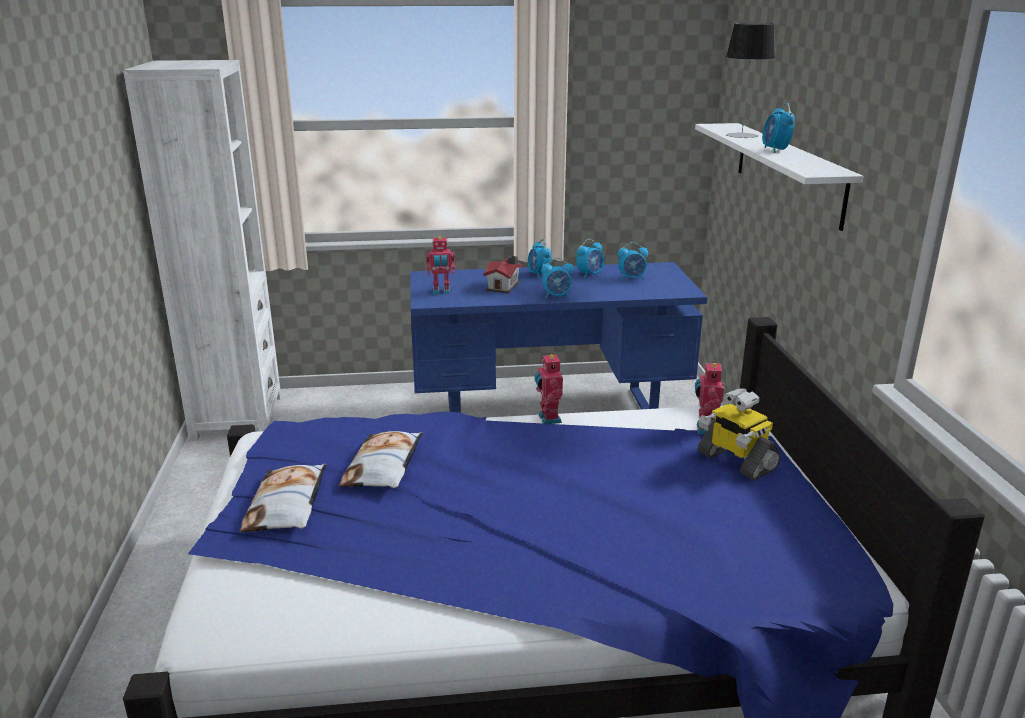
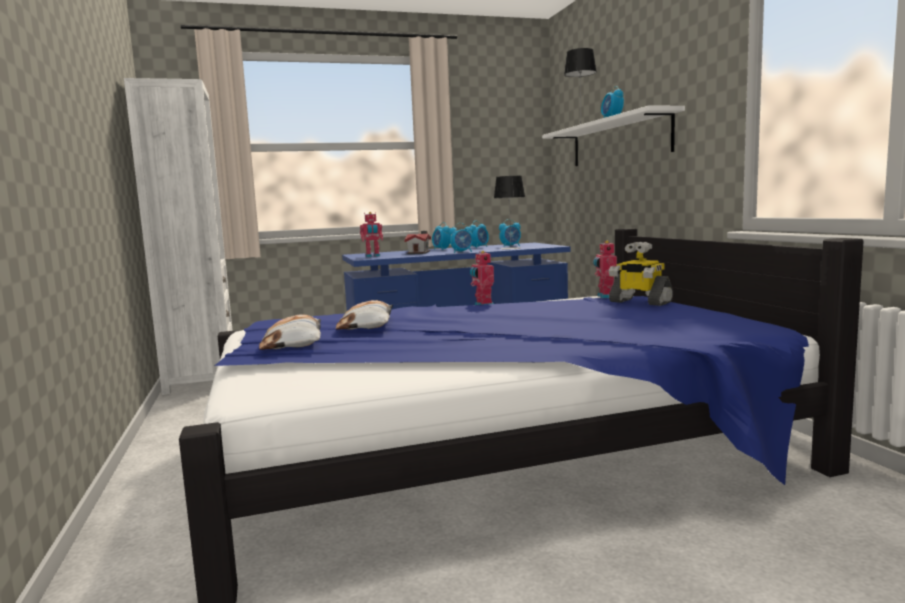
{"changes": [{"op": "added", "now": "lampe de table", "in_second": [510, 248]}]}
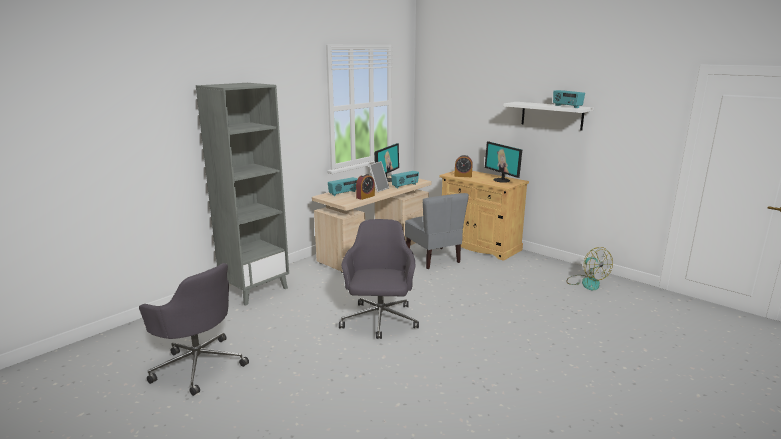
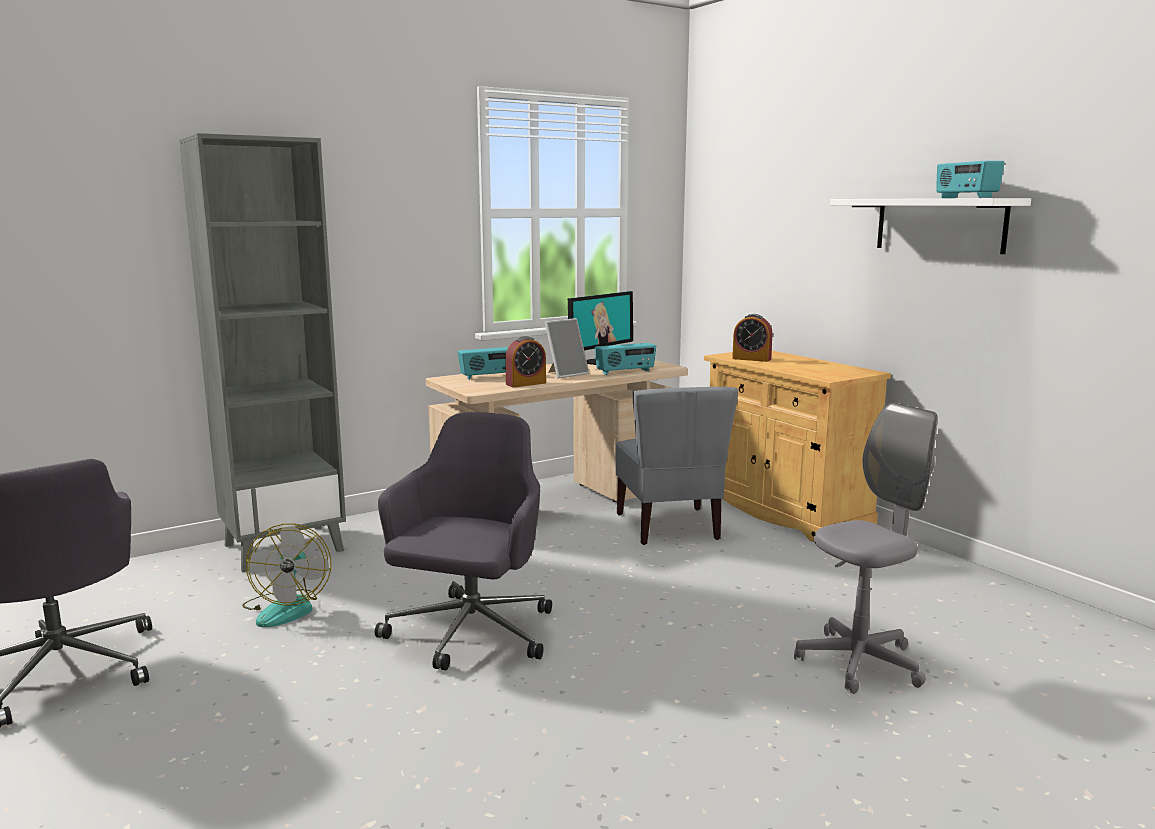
{"changes": [{"op": "removed", "was": "écran d'ordinateur", "in_first": [502, 180]}, {"op": "moved", "was": "ventilateur", "in_first": [586, 282], "in_second": [287, 608]}, {"op": "added", "now": "chaise de bureau (gris)", "in_second": [859, 663]}]}
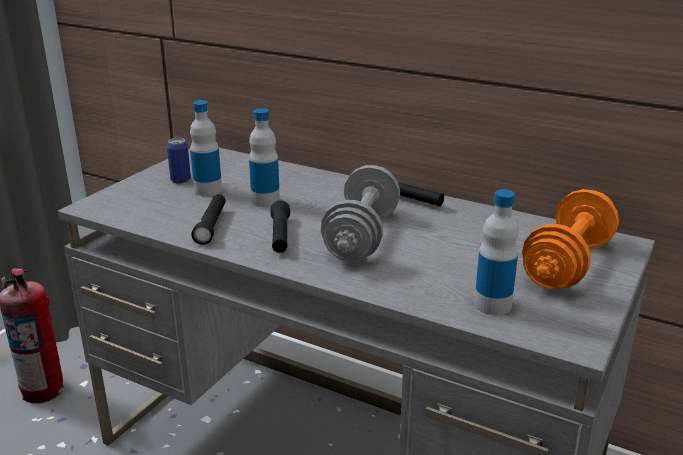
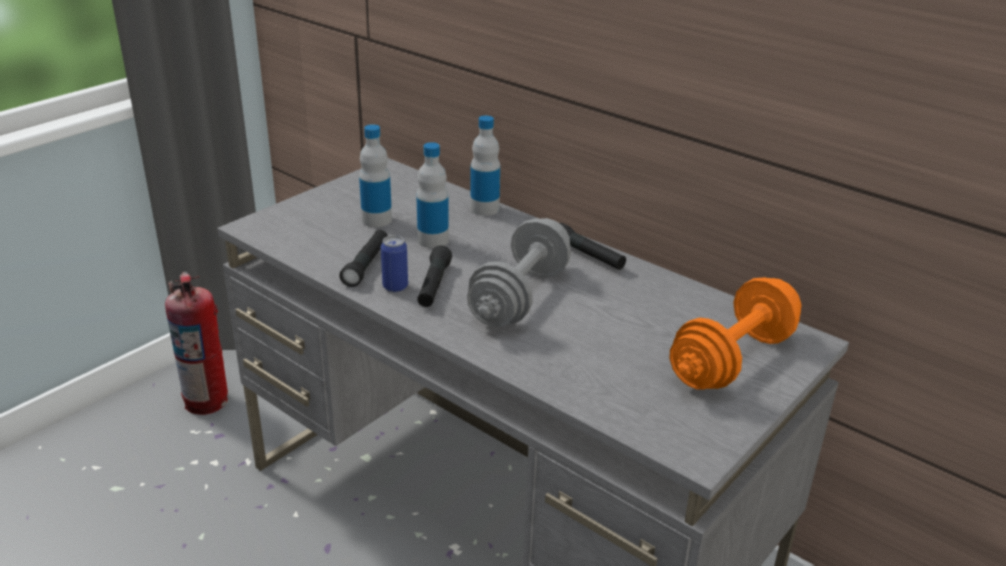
{"changes": [{"op": "moved", "was": "boîte métallique", "in_first": [180, 180], "in_second": [395, 287]}, {"op": "moved", "was": "bouteille", "in_first": [492, 305], "in_second": [484, 209]}]}
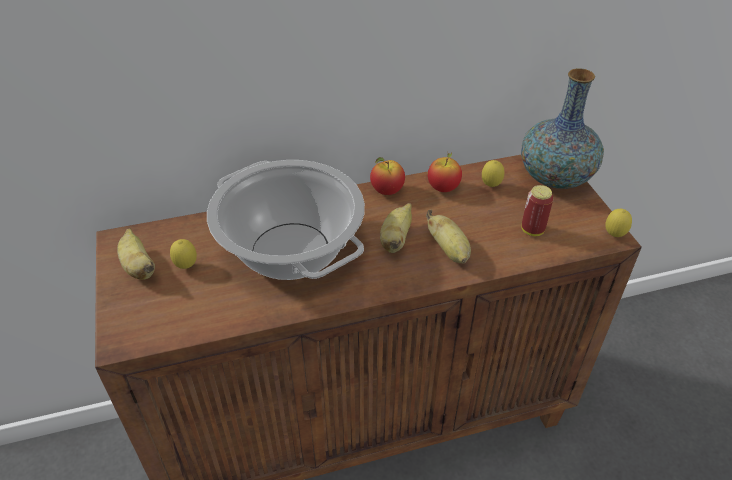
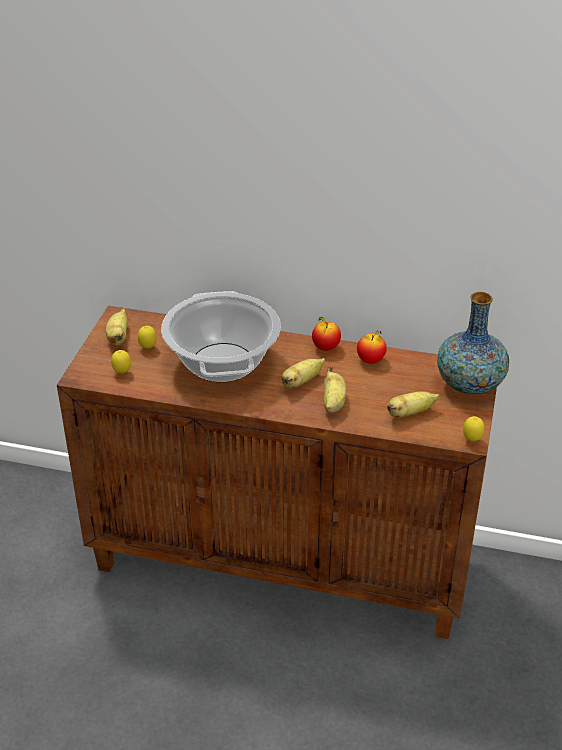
{"changes": [{"op": "moved", "was": "citron", "in_first": [490, 186], "in_second": [122, 372]}, {"op": "replaced", "was": "boîte métallique", "now": "banane", "in_first": [532, 230], "in_second": [410, 413]}]}
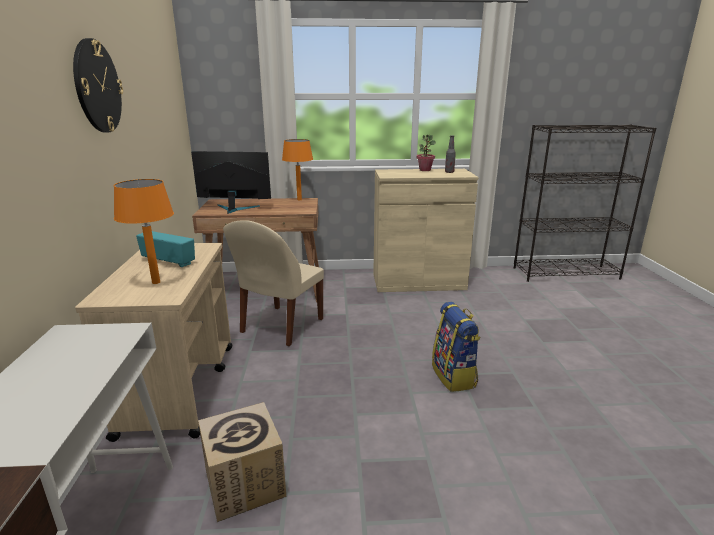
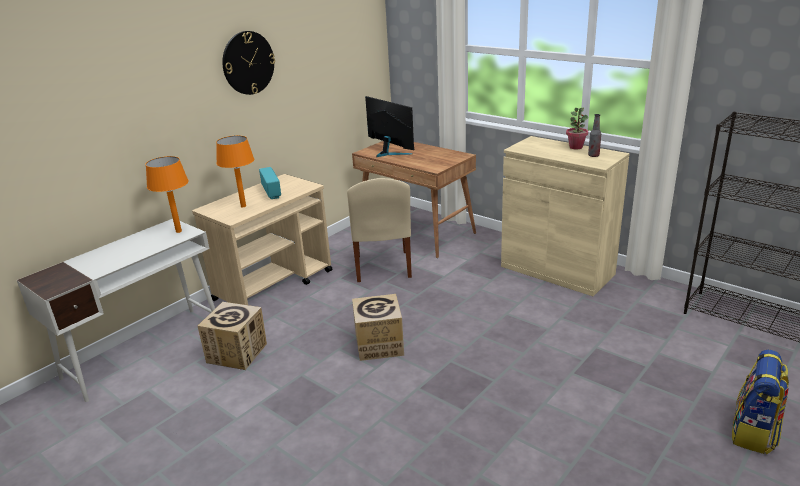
{"changes": [{"op": "moved", "was": "lampe de table (orange)", "in_first": [299, 199], "in_second": [178, 231]}, {"op": "turned", "was": "chaise (beige)", "in_first": [280, 326], "in_second": [382, 268], "clockwise": -75}, {"op": "moved", "was": "sac à dos", "in_first": [454, 376], "in_second": [754, 433]}, {"op": "added", "now": "carton", "in_second": [379, 345]}]}
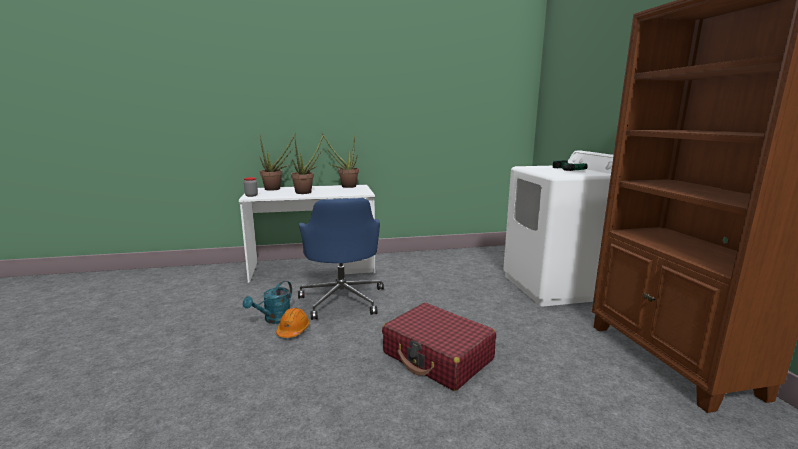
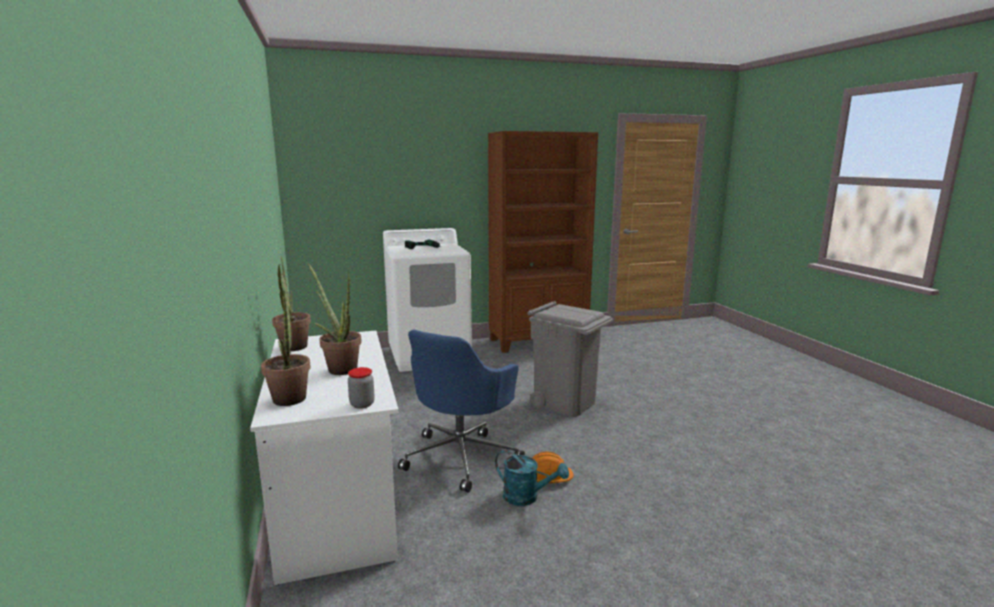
{"changes": [{"op": "turned", "was": "chaise de bureau (bleu)", "in_first": [342, 299], "in_second": [462, 456], "clockwise": 135}, {"op": "replaced", "was": "valise (rouge)", "now": "poubelle (gris)", "in_first": [438, 357], "in_second": [566, 403]}]}
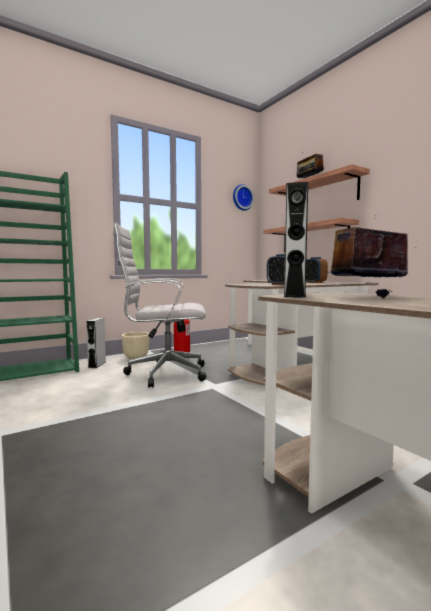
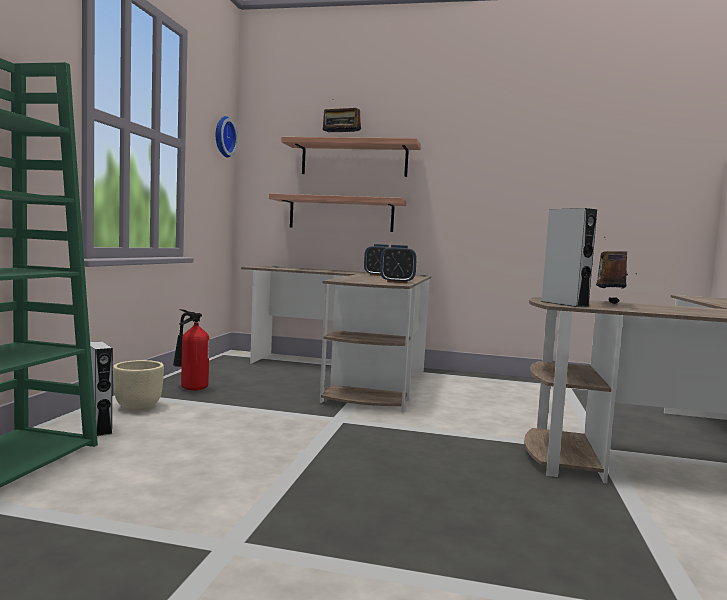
{"changes": [{"op": "removed", "was": "chaise de bureau (blanc)", "in_first": [163, 373]}]}
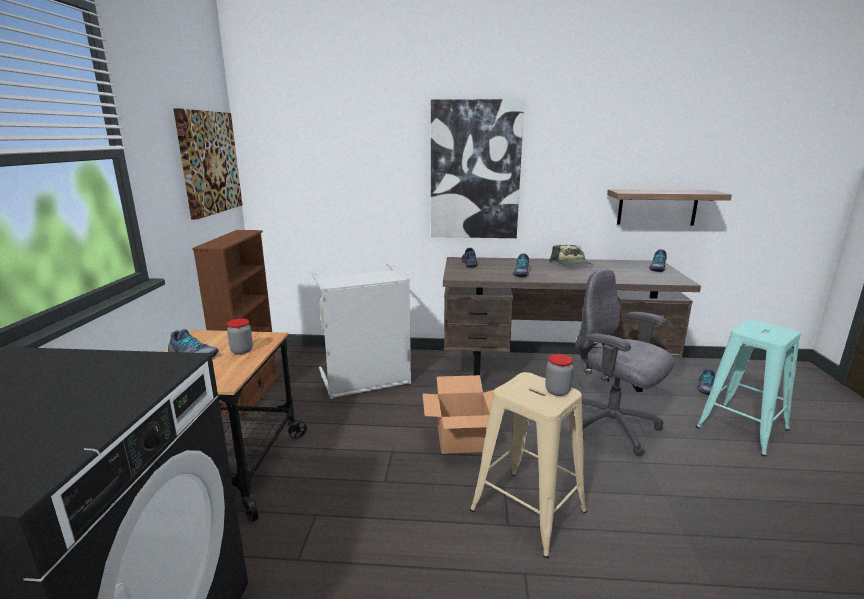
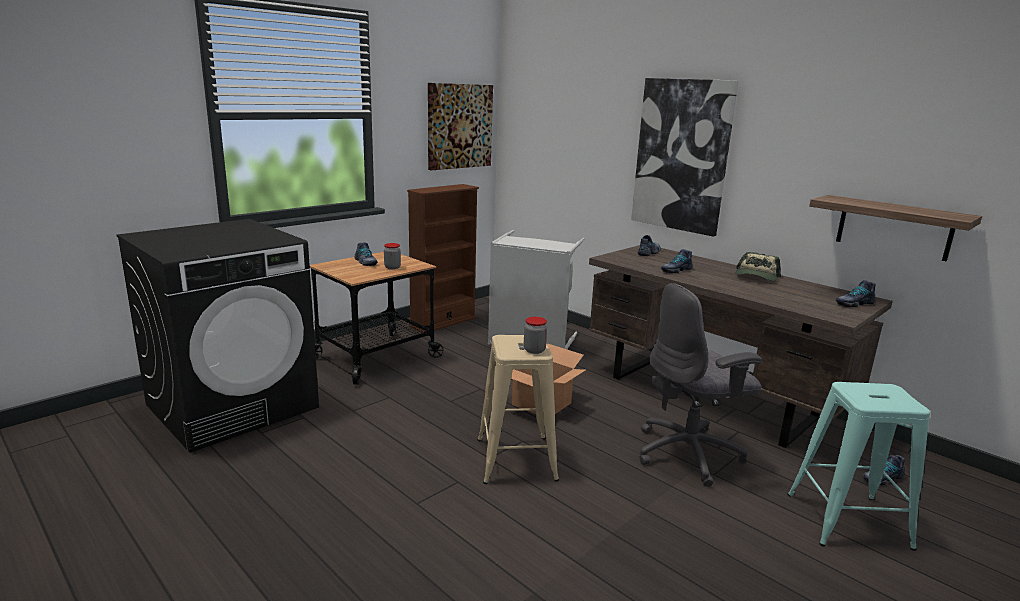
{"changes": [{"op": "turned", "was": "chaise de bureau (gris)", "in_first": [611, 428], "in_second": [689, 454], "clockwise": -105}]}
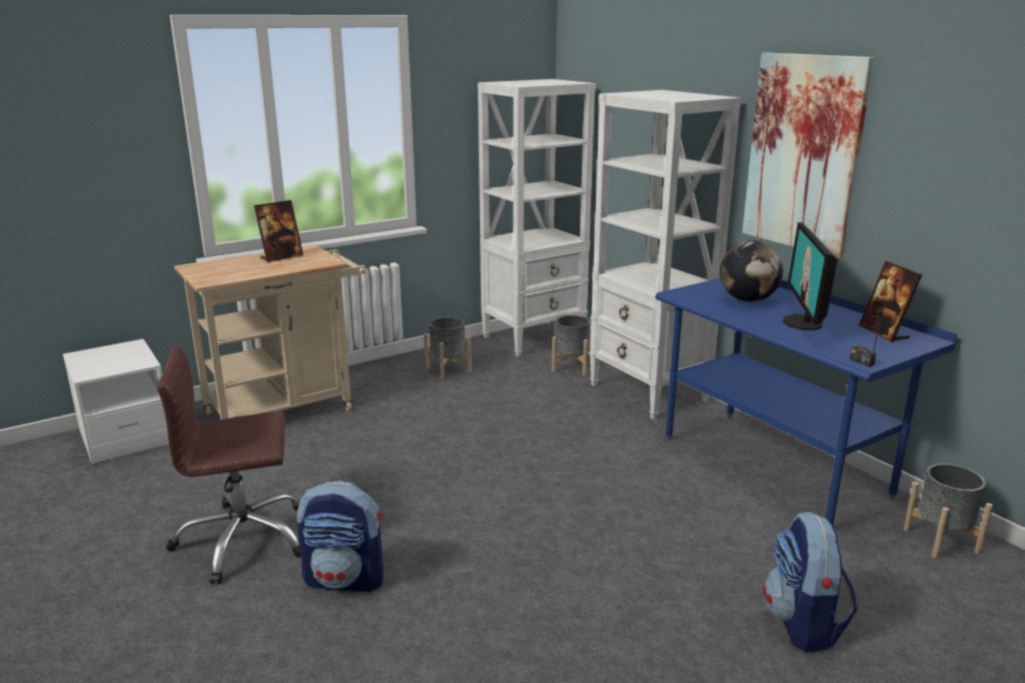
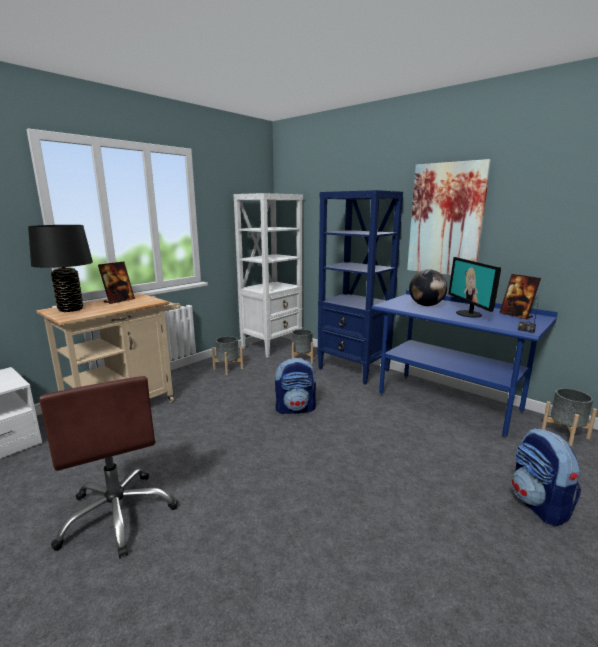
{"changes": [{"op": "recoloured", "was": "bibliothèque (blanc)", "now": "bibliothèque (bleu)", "in_first": [649, 393], "in_second": [354, 370]}, {"op": "turned", "was": "chaise de bureau (marron)", "in_first": [243, 540], "in_second": [118, 515], "clockwise": -90}, {"op": "moved", "was": "sac à dos", "in_first": [346, 579], "in_second": [295, 409]}, {"op": "added", "now": "lampe de table (noir)", "in_second": [71, 309]}]}
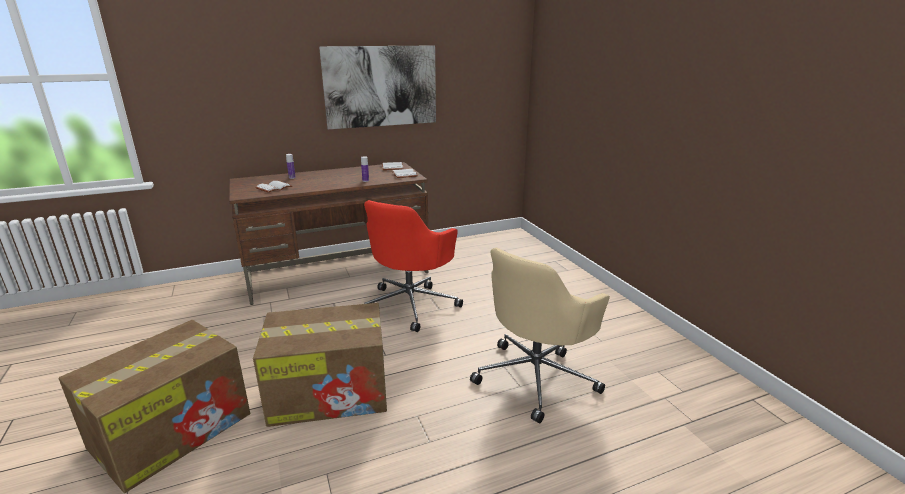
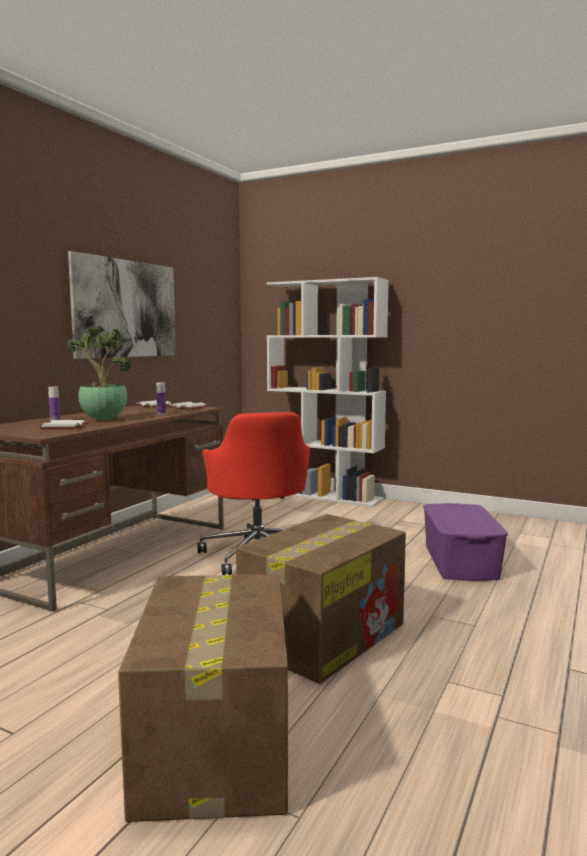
{"changes": [{"op": "replaced", "was": "chaise de bureau (beige)", "now": "boîte de rangement (violet)", "in_first": [536, 377], "in_second": [459, 561]}, {"op": "added", "now": "bibliothèque (blanc)", "in_second": [325, 496]}, {"op": "added", "now": "plante en pot", "in_second": [102, 419]}]}
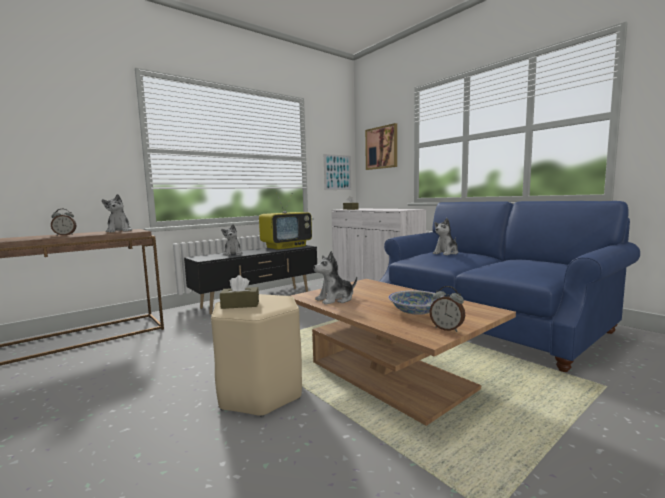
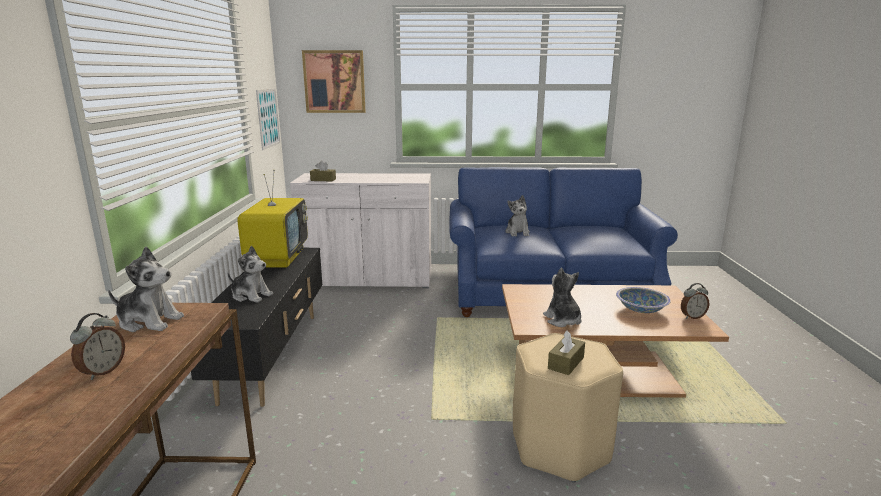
{"changes": [{"op": "turned", "was": "peluche", "in_first": [335, 299], "in_second": [562, 320], "clockwise": 150}]}
